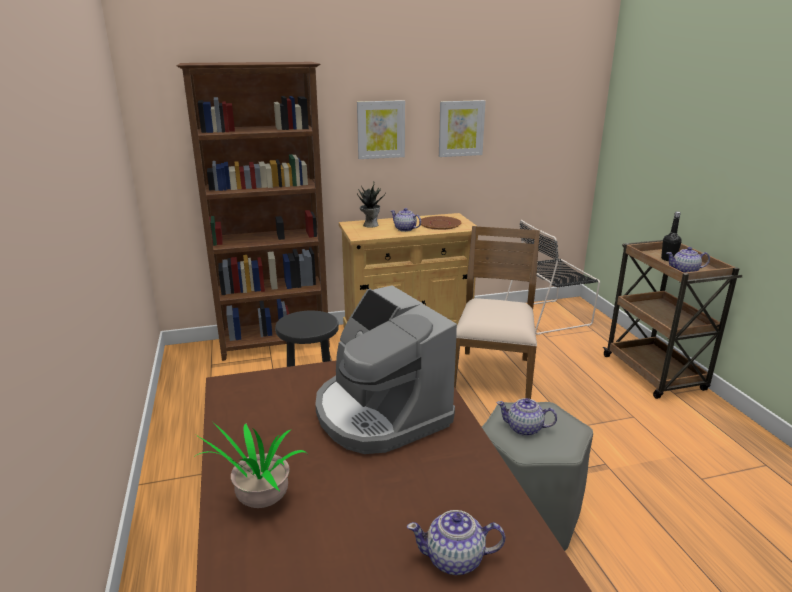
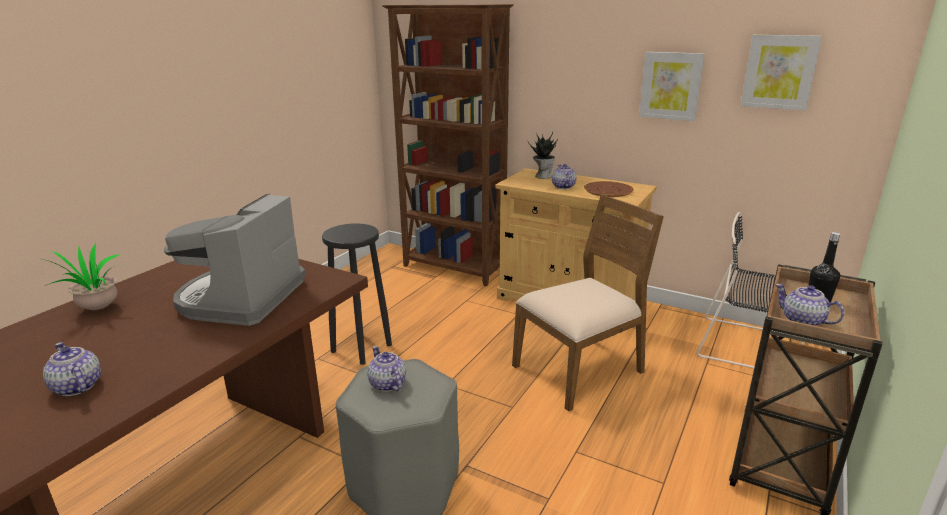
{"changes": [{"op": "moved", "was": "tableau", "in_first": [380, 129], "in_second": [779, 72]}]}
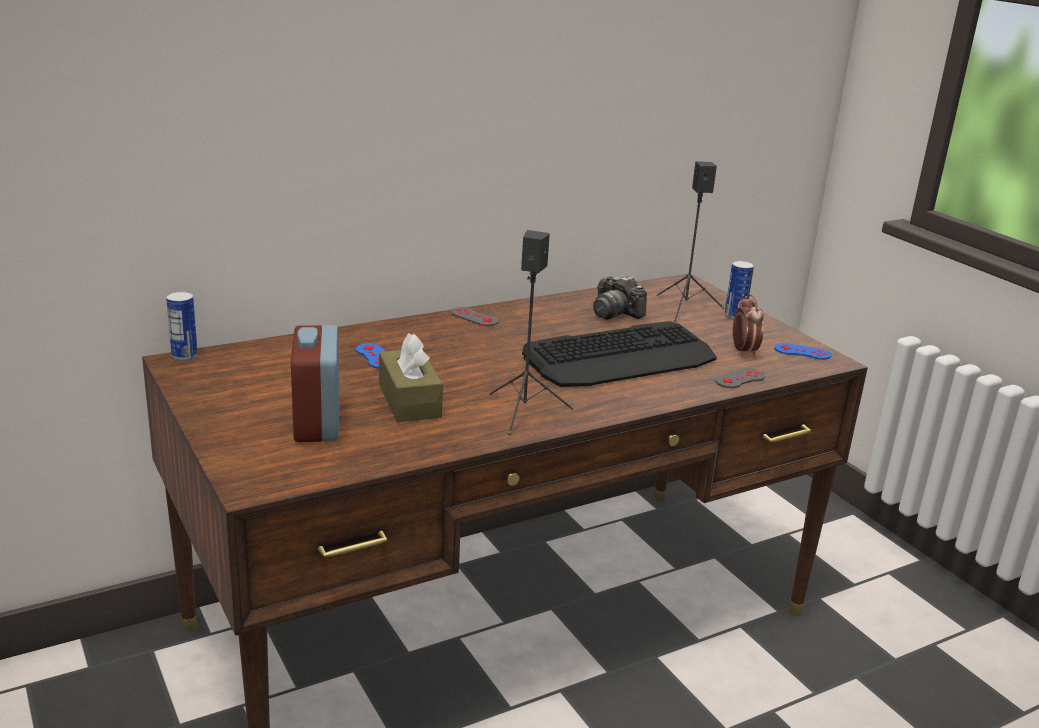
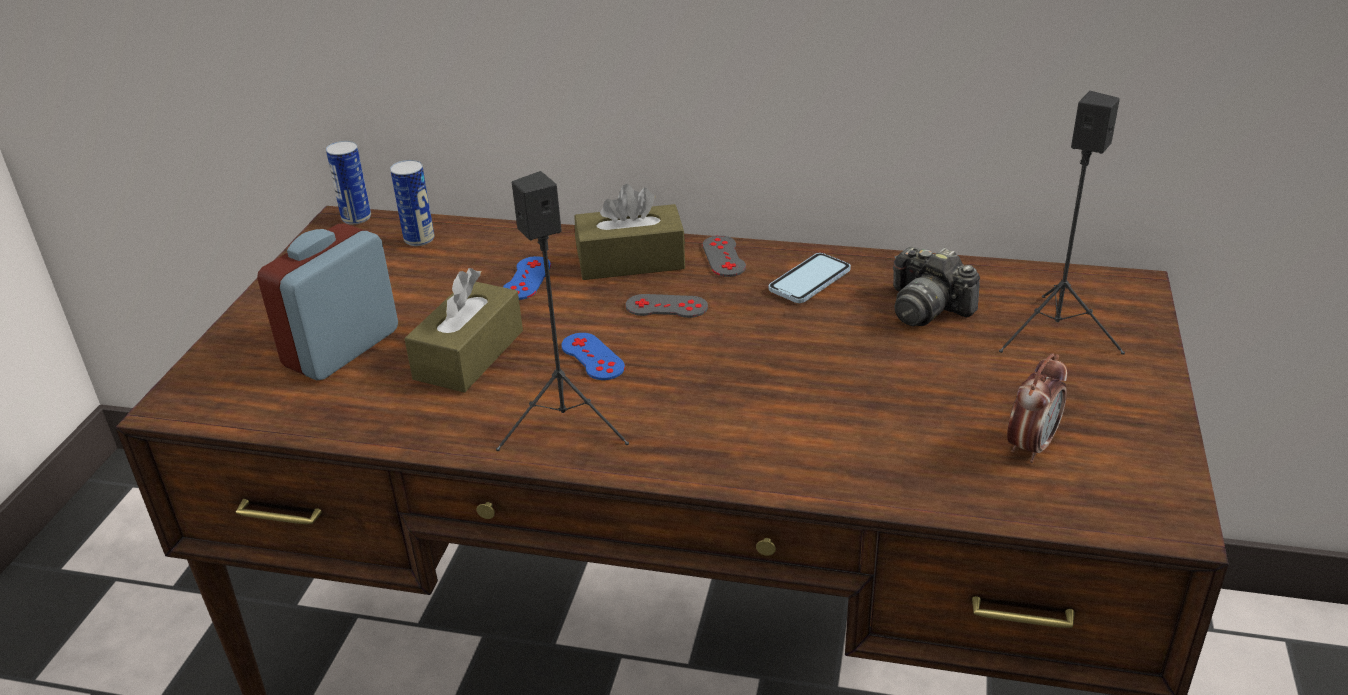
{"changes": [{"op": "moved", "was": "boîte métallique", "in_first": [734, 316], "in_second": [419, 239]}, {"op": "turned", "was": "appareil photo", "in_first": [615, 313], "in_second": [927, 308], "clockwise": -45}, {"op": "removed", "was": "clavier", "in_first": [620, 357]}, {"op": "moved", "was": "manette (bleu)", "in_first": [802, 352], "in_second": [592, 357]}, {"op": "moved", "was": "manette (gris)", "in_first": [740, 379], "in_second": [666, 306]}, {"op": "added", "now": "boîte à mouchoirs (marron)", "in_second": [630, 261]}, {"op": "added", "now": "téléphone", "in_second": [809, 280]}]}
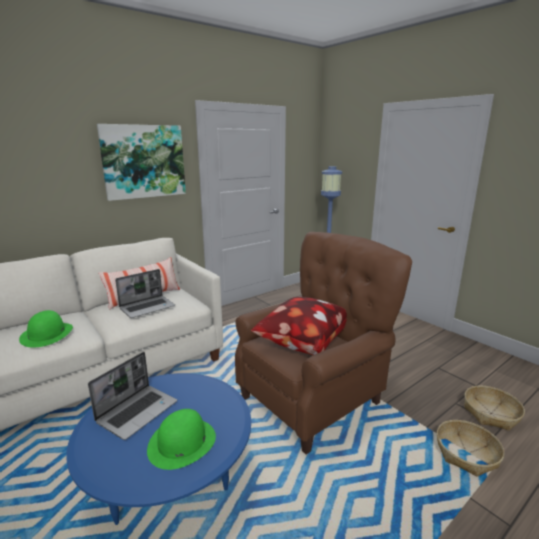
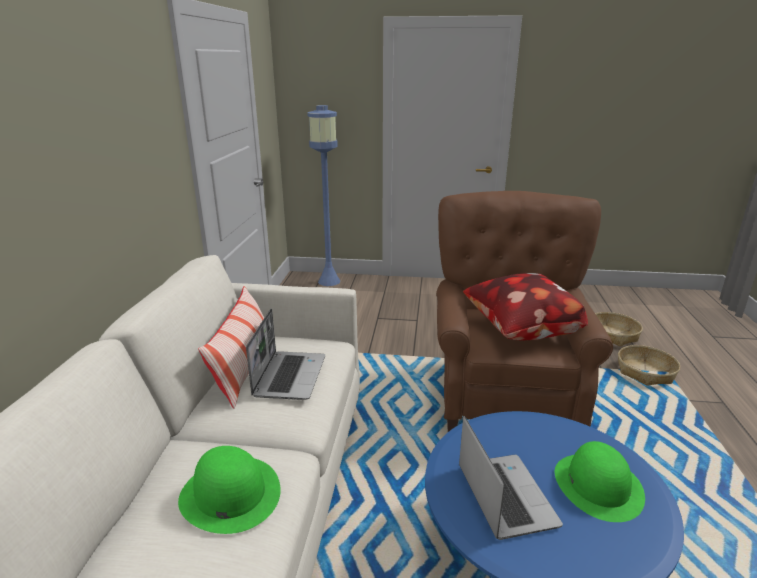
{"changes": [{"op": "removed", "was": "tableau", "in_first": [144, 161]}]}
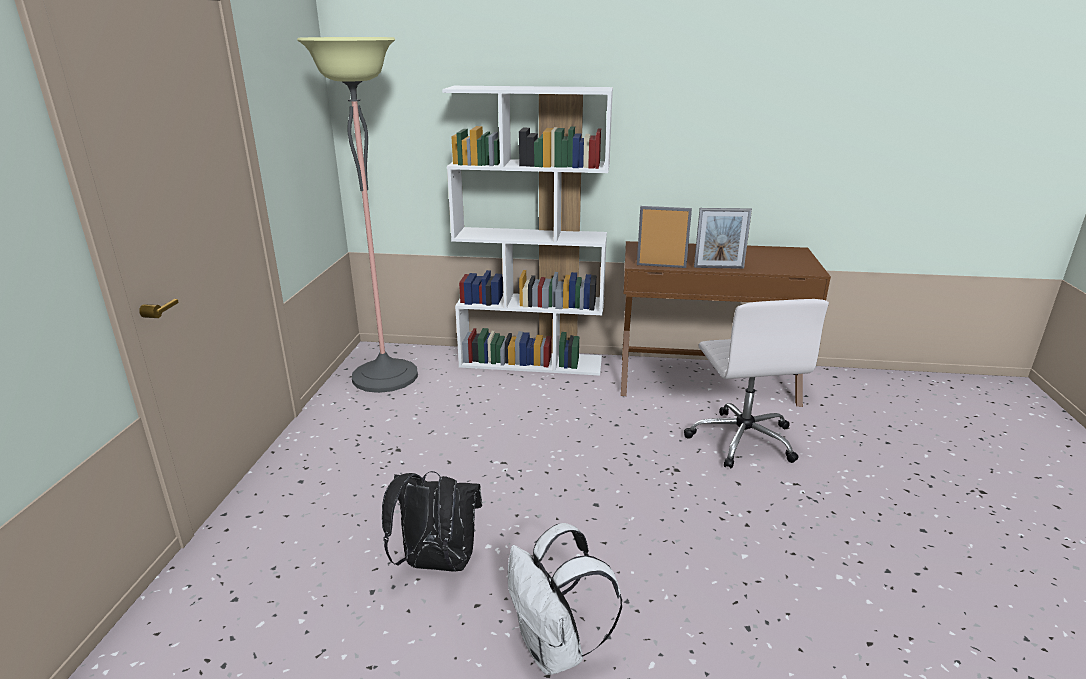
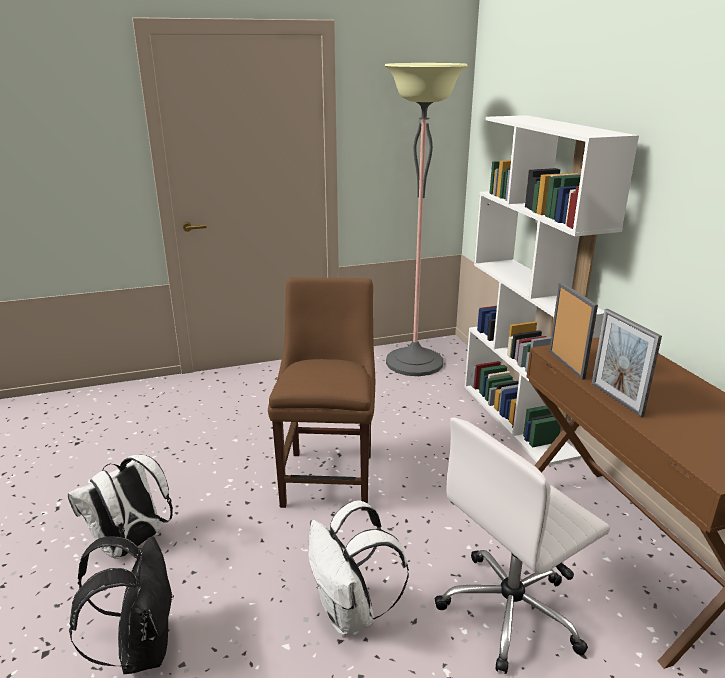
{"changes": [{"op": "moved", "was": "sac à dos (noir)", "in_first": [436, 564], "in_second": [141, 648]}, {"op": "added", "now": "chaise (marron)", "in_second": [329, 476]}, {"op": "added", "now": "sac à dos (blanc)", "in_second": [351, 613]}]}
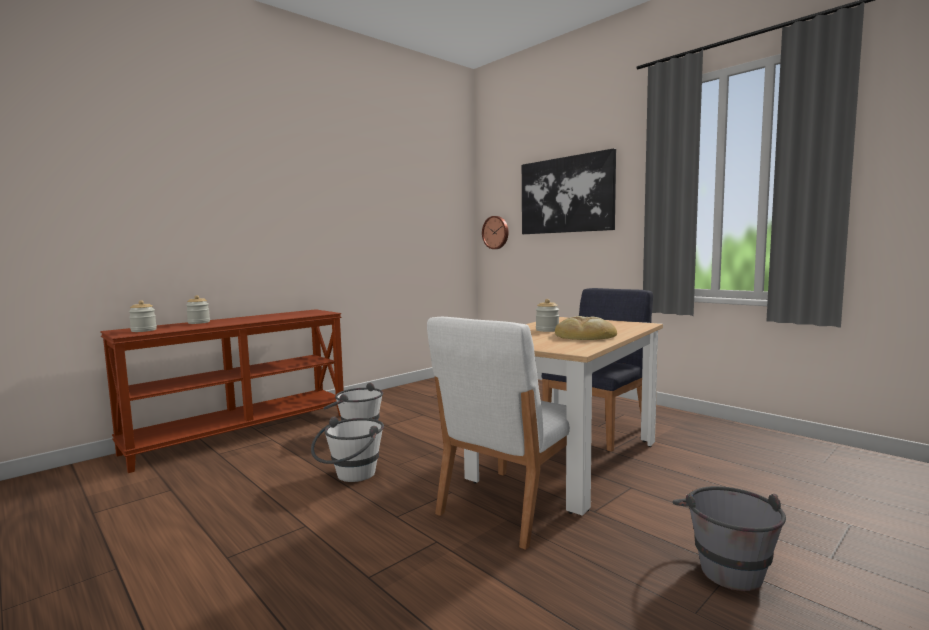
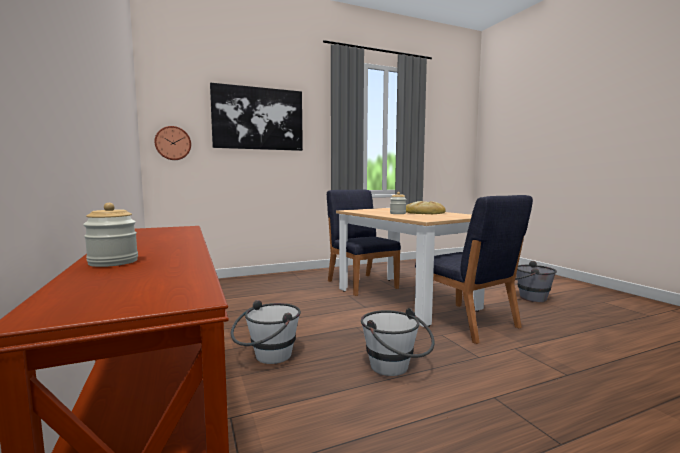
{"changes": [{"op": "removed", "was": "bocal", "in_first": [144, 330]}, {"op": "recoloured", "was": "chaise (blanc)", "now": "chaise (bleu)", "in_first": [509, 506], "in_second": [467, 322]}]}
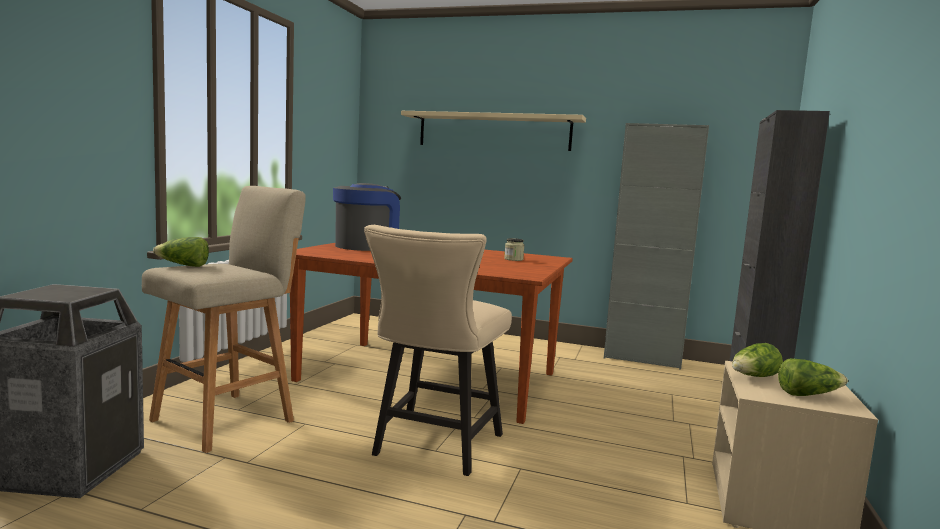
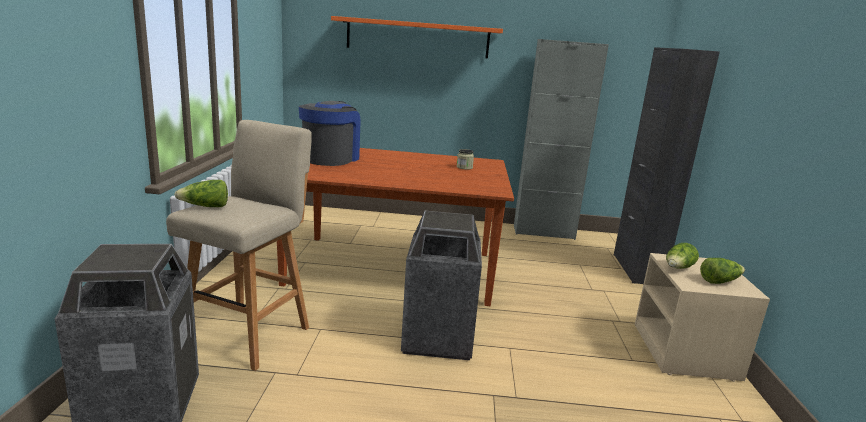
{"changes": [{"op": "recoloured", "was": "étagère (beige)", "now": "étagère (orange)", "in_first": [493, 131], "in_second": [417, 38]}, {"op": "replaced", "was": "chaise (beige)", "now": "poubelle", "in_first": [433, 448], "in_second": [437, 339]}]}
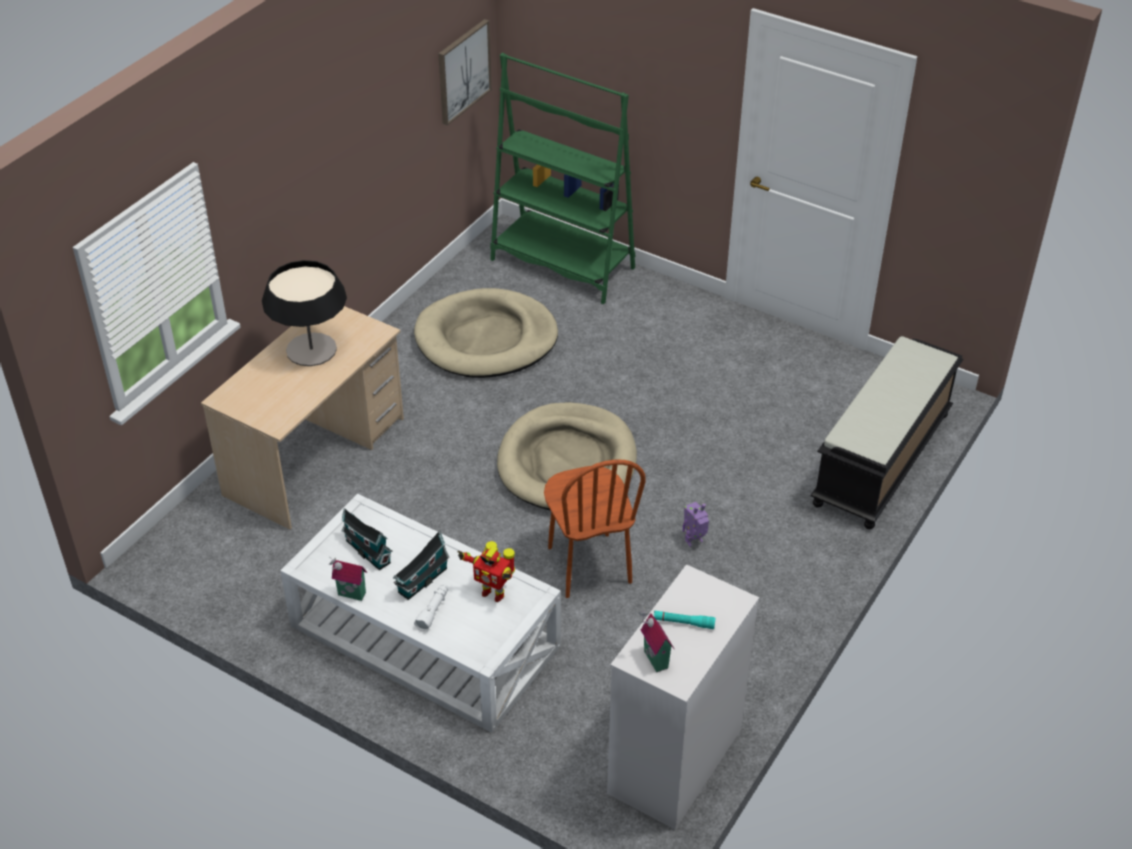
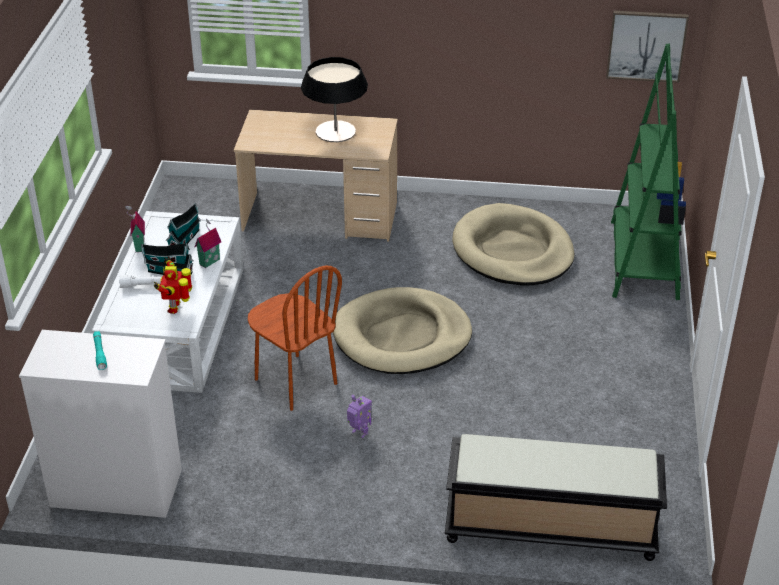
{"changes": [{"op": "turned", "was": "chaise (marron)", "in_first": [588, 565], "in_second": [295, 382], "clockwise": -90}, {"op": "moved", "was": "maison miniature", "in_first": [653, 660], "in_second": [208, 261]}]}
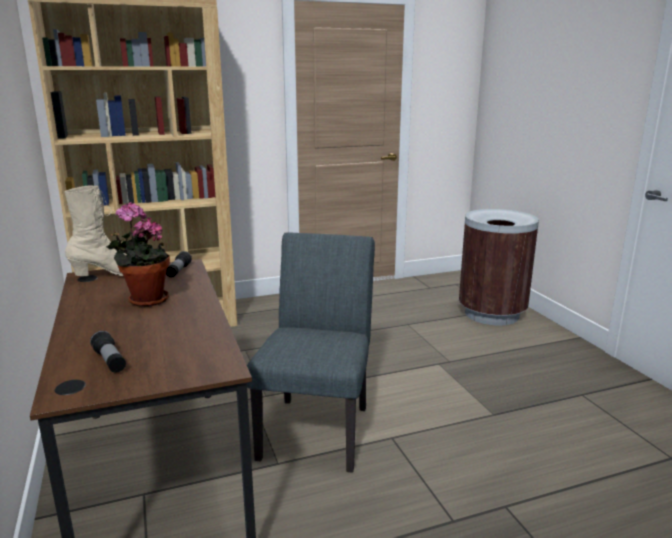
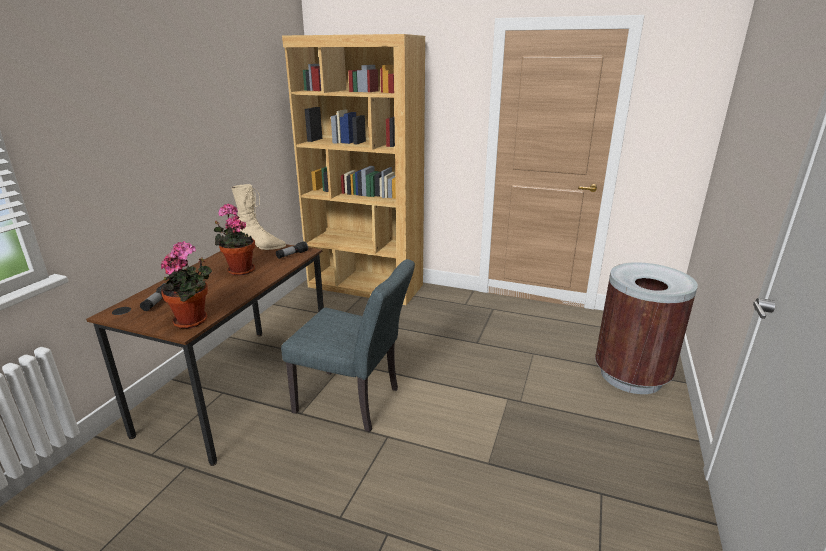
{"changes": [{"op": "turned", "was": "chaise (gris)", "in_first": [318, 426], "in_second": [355, 402], "clockwise": 60}, {"op": "added", "now": "plante en pot", "in_second": [194, 320]}]}
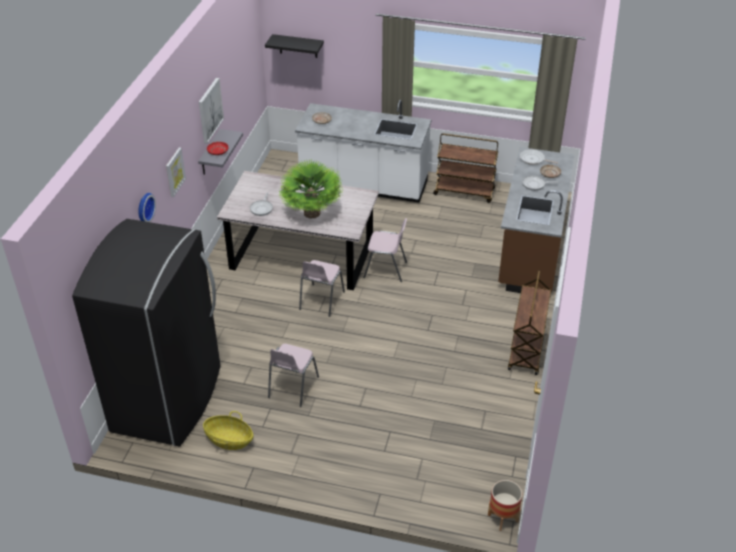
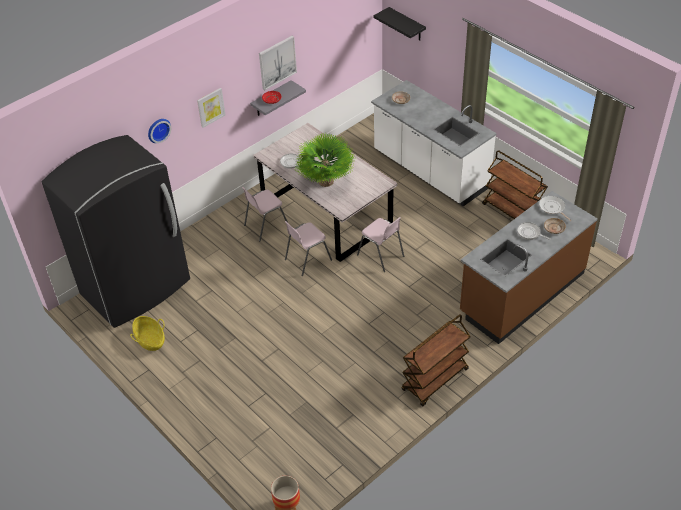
{"changes": [{"op": "moved", "was": "chaise (rose)", "in_first": [292, 387], "in_second": [265, 226]}]}
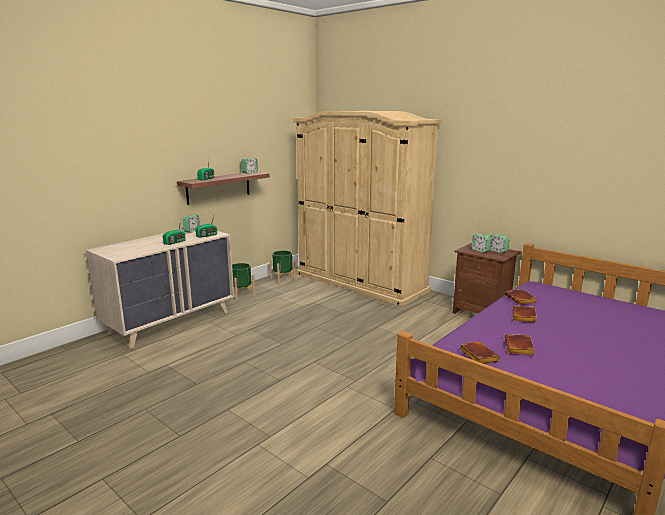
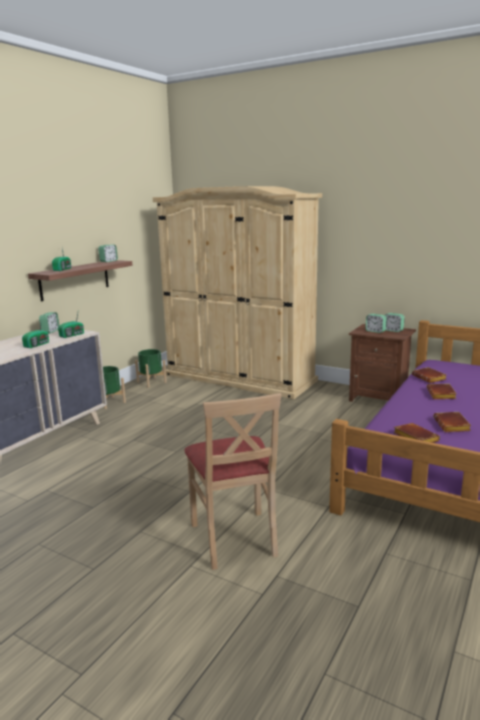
{"changes": [{"op": "added", "now": "chaise (beige)", "in_second": [234, 538]}]}
